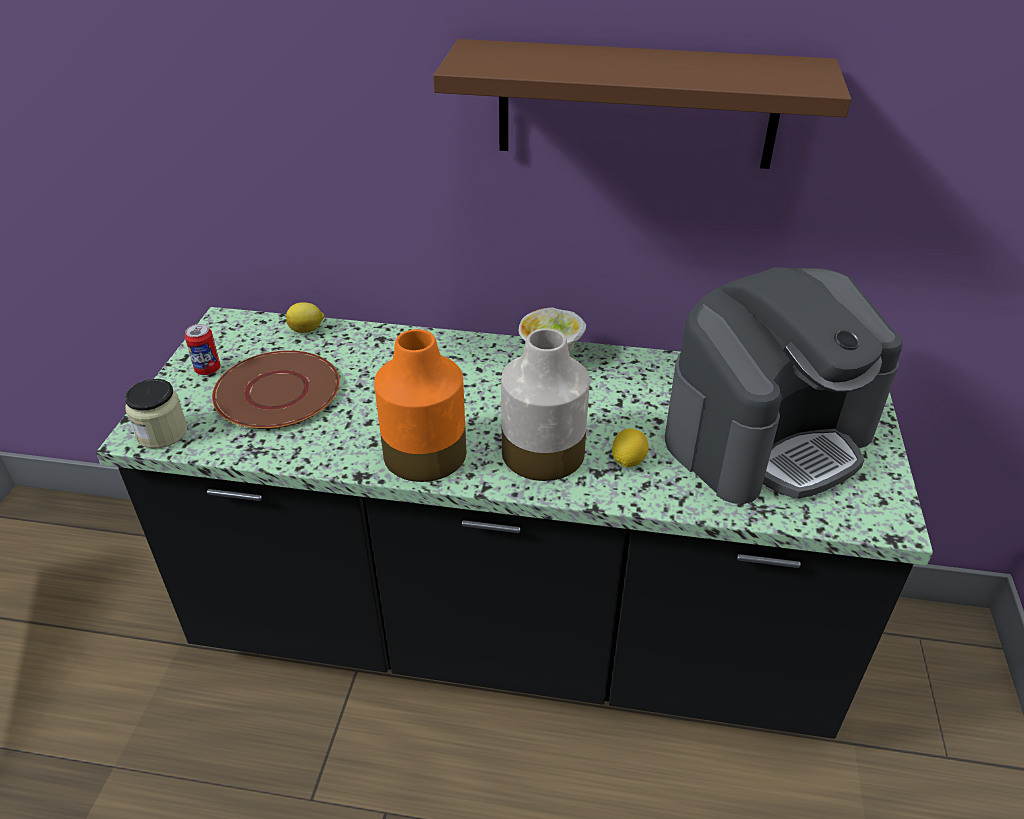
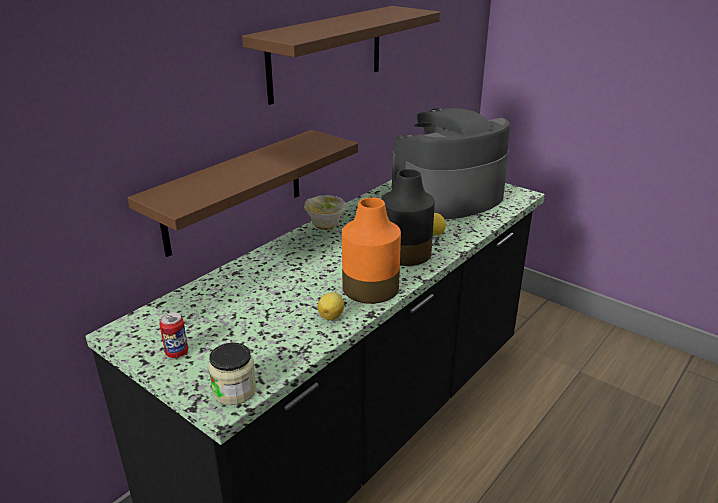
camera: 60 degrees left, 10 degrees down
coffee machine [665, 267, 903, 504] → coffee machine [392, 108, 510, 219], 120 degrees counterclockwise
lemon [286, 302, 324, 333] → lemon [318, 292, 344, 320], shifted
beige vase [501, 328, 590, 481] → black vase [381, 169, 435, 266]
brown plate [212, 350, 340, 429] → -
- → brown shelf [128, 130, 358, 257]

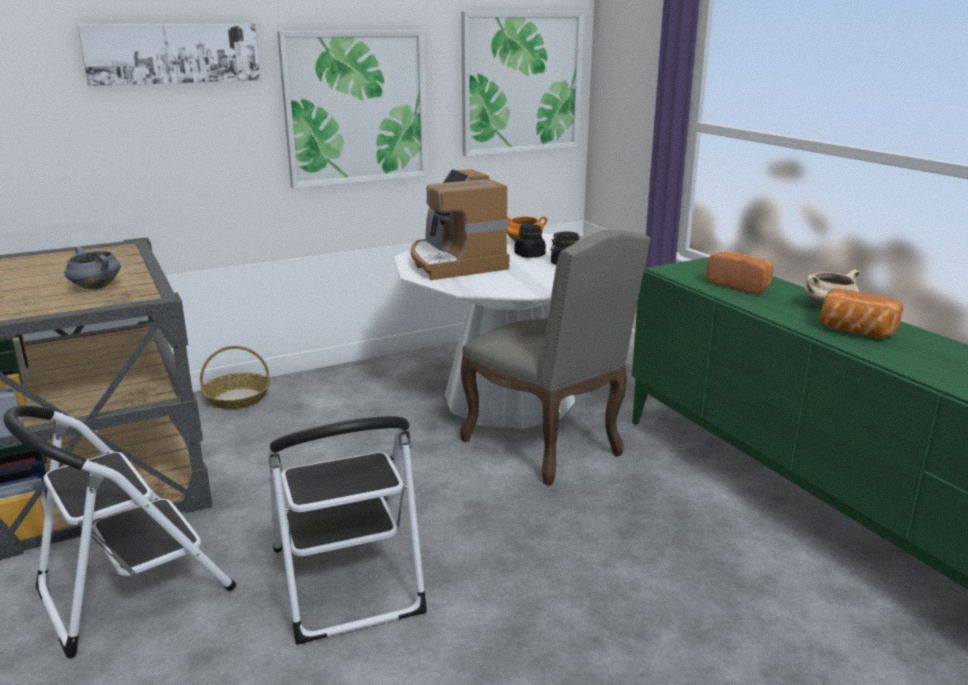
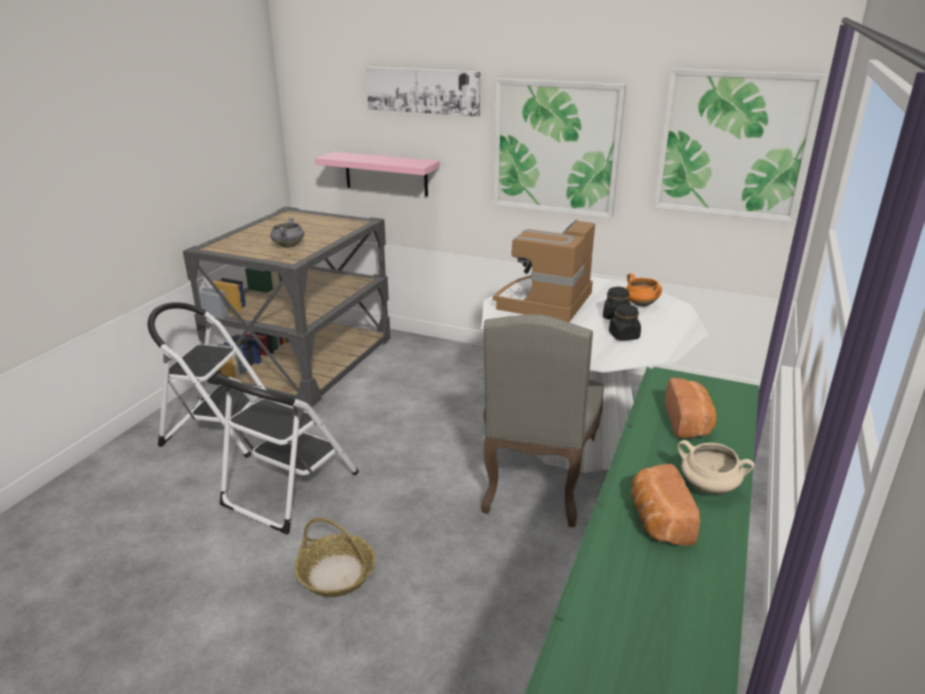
camera: 50 degrees right, 5 degrees up
basket [200, 346, 270, 409] → basket [294, 518, 376, 597], shifted
- → pink shelf [315, 152, 440, 196]

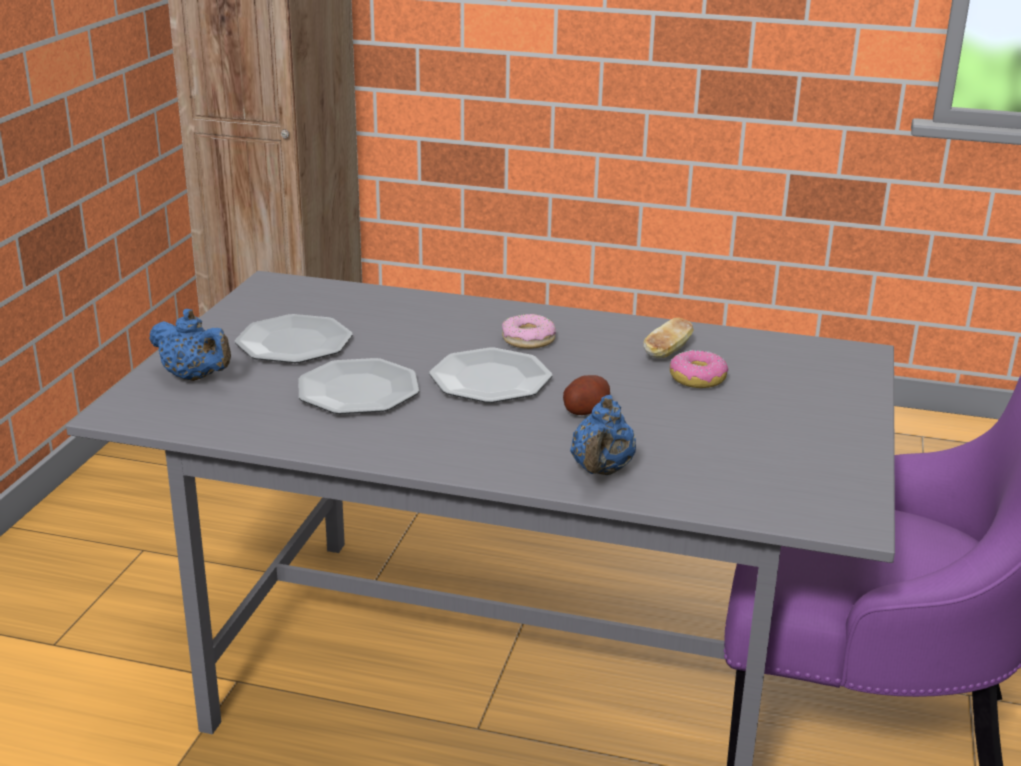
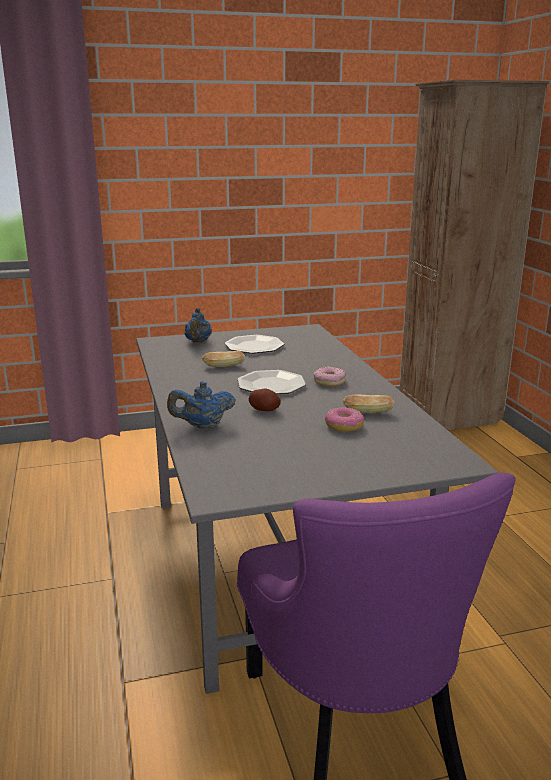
camera: 60 degrees right, 5 degrees down
plate [298, 358, 419, 414] → bread [202, 351, 245, 367]

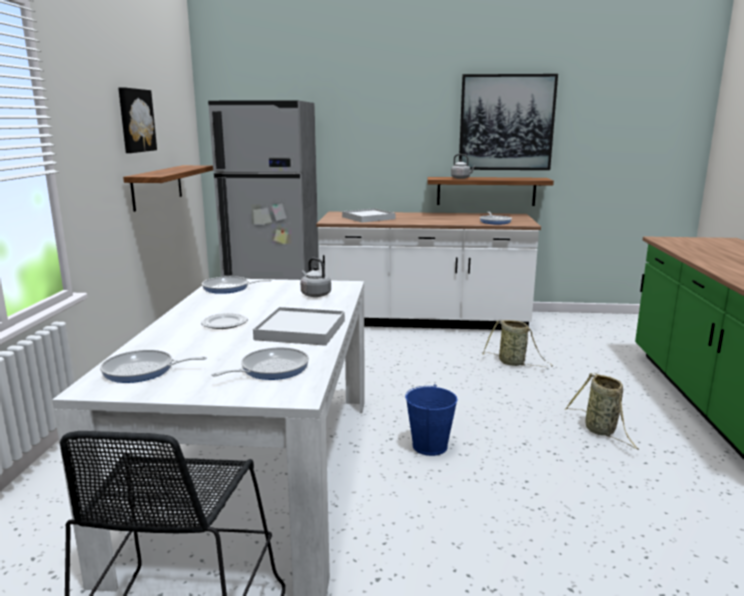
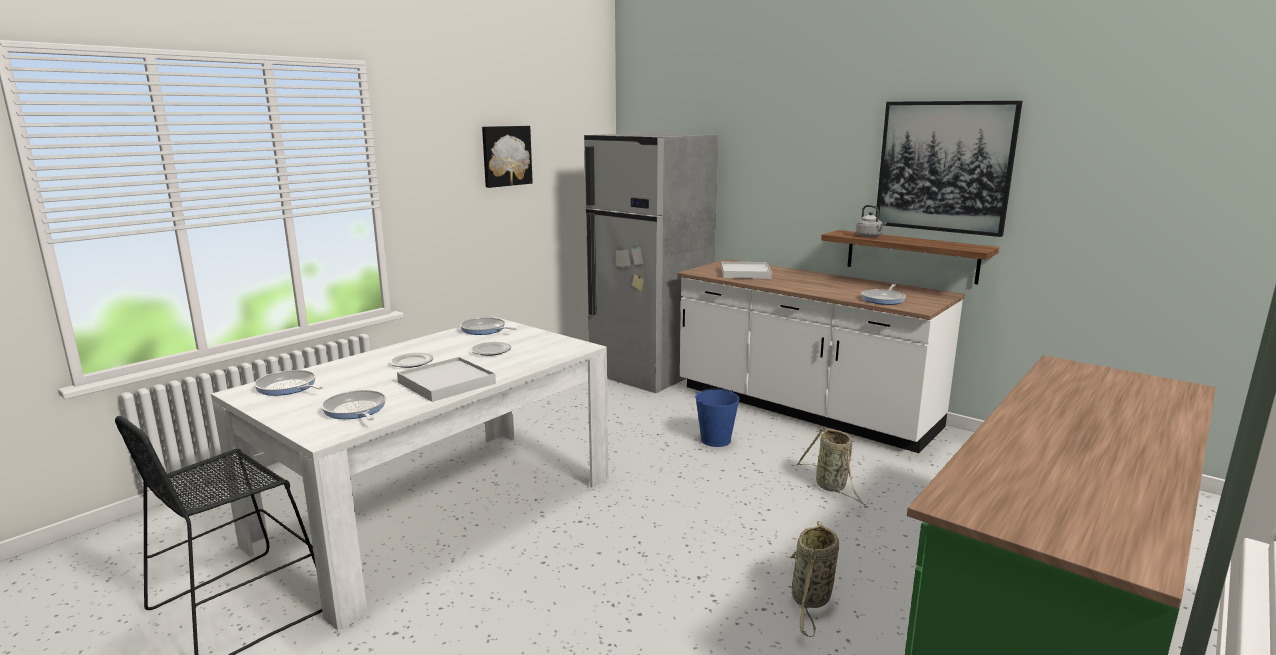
camera: 35 degrees right, 0 degrees up
shelf [123, 165, 213, 212] → -
grey kettle [301, 258, 331, 297] → -
frying pan [212, 347, 309, 380] → frying pan [321, 390, 386, 420], 120 degrees counterclockwise
blue bucket [405, 384, 457, 456] → blue bucket [695, 389, 739, 447], shifted
- → plate [470, 342, 511, 356]

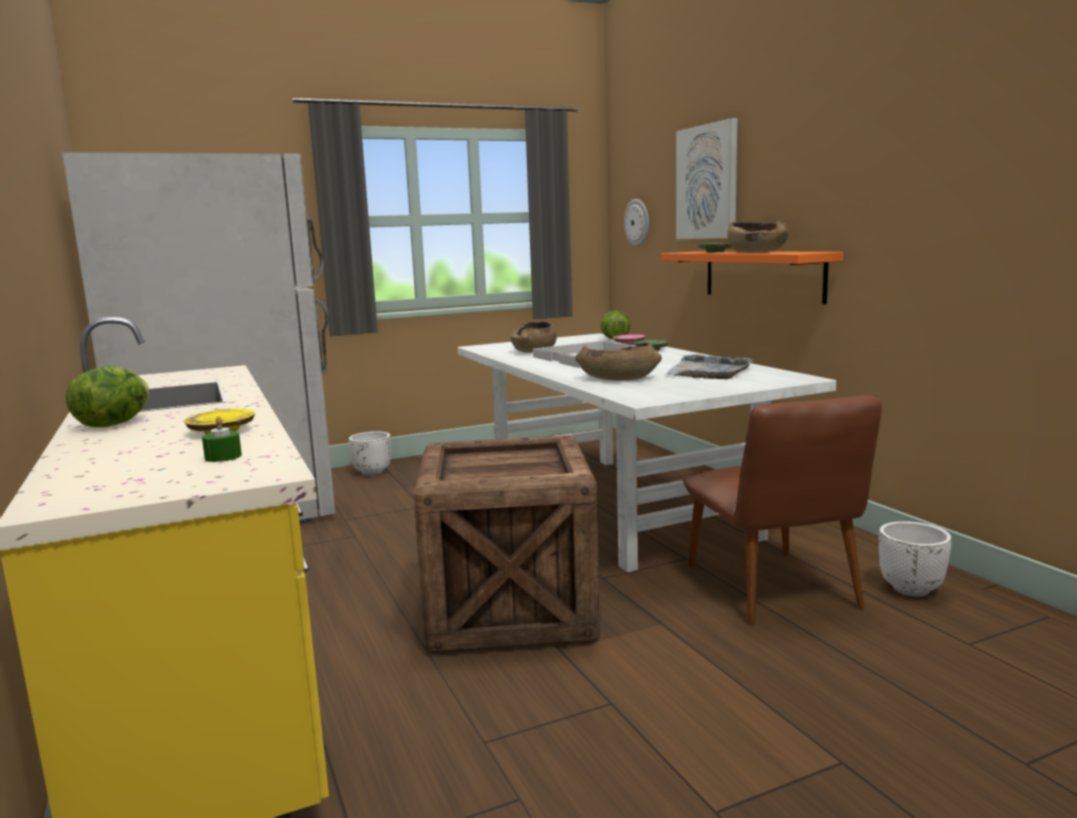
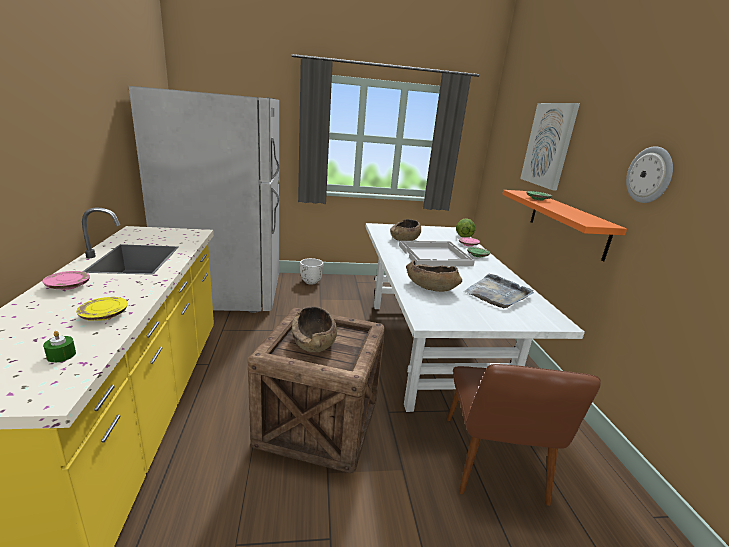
camera: 15 degrees right, 10 degrees up
wall clock [624, 199, 649, 247] → wall clock [626, 146, 673, 203], shifted
brown bowl [727, 221, 789, 252] → brown bowl [292, 306, 337, 352], shifted
lettuce [66, 366, 149, 427] → pink plate [42, 271, 90, 290]
white planter [879, 521, 952, 596] → -

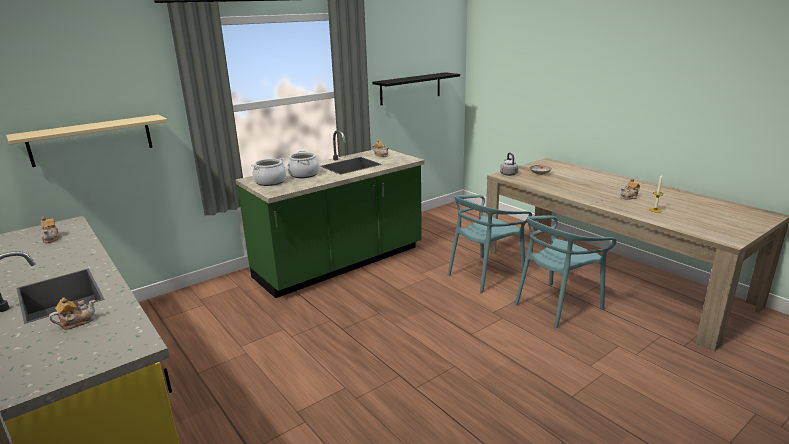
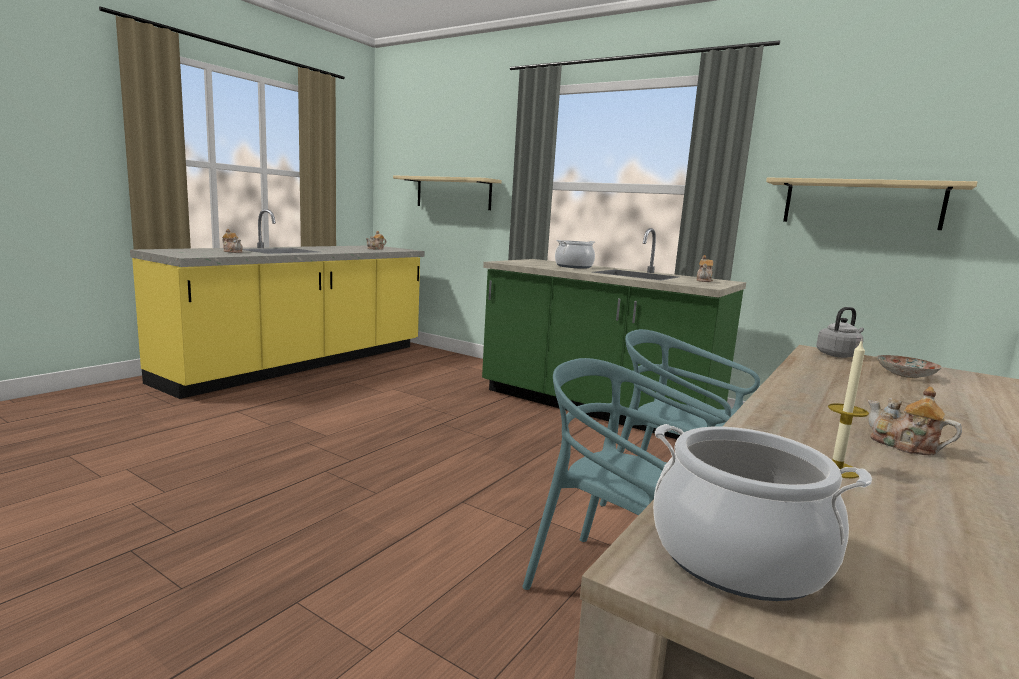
camera: 70 degrees right, 10 degrees down
black shelf [372, 72, 460, 105] → beige shelf [766, 177, 978, 230]
cooking pot [251, 158, 286, 186] → cooking pot [653, 424, 872, 601], shifted

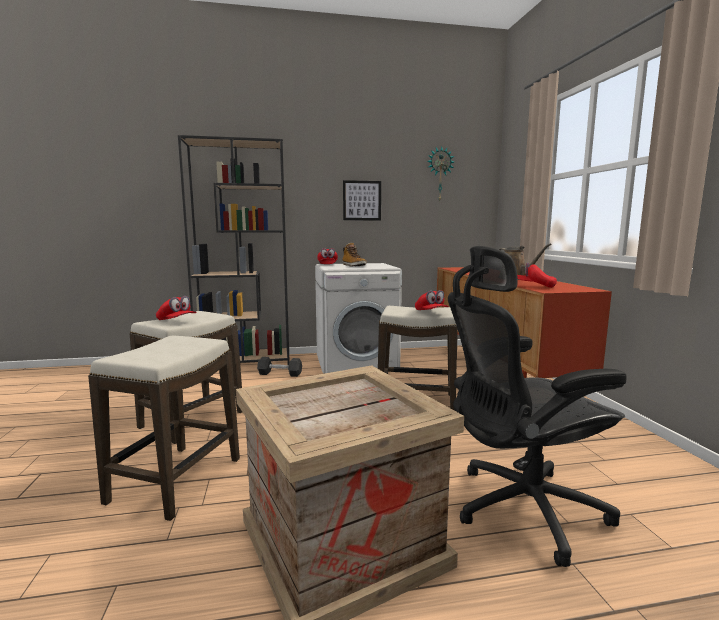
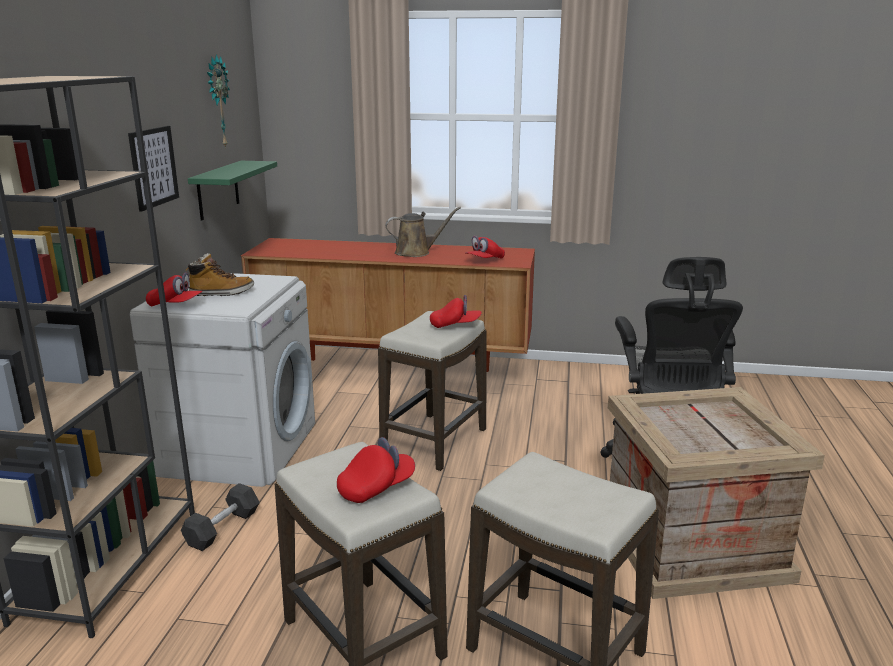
camera: 70 degrees left, 10 degrees up
- → green shelf [188, 161, 277, 221]

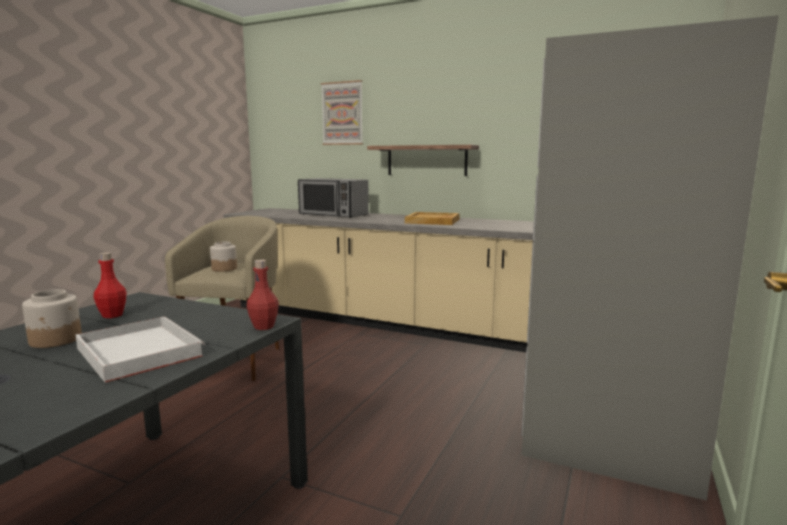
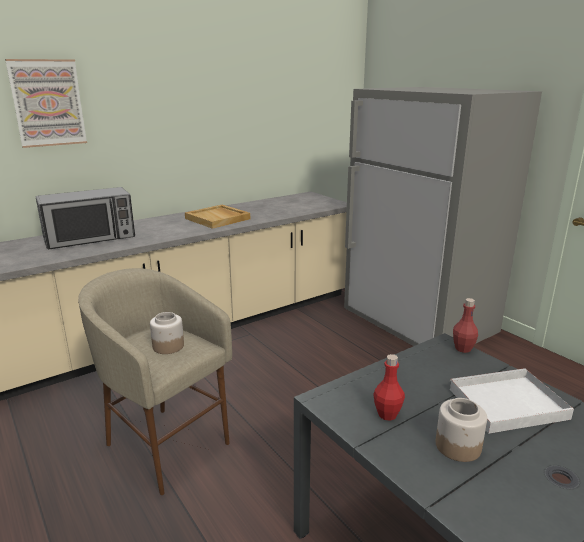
camera: 60 degrees left, 10 degrees up
shelf [367, 145, 479, 176] → -

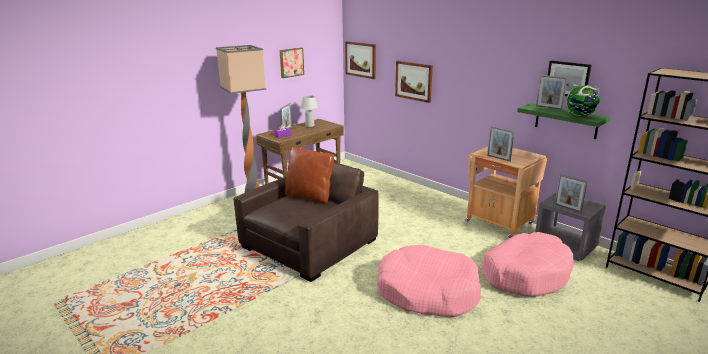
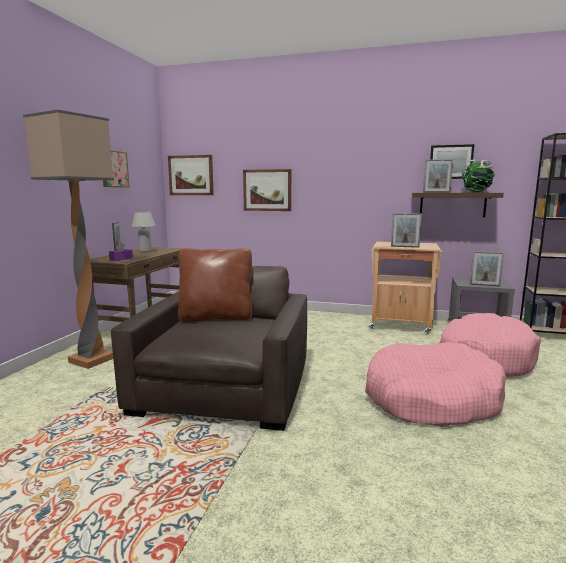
camera: 30 degrees left, 10 degrees down
green shelf [517, 103, 610, 139] → brown shelf [412, 193, 504, 217]

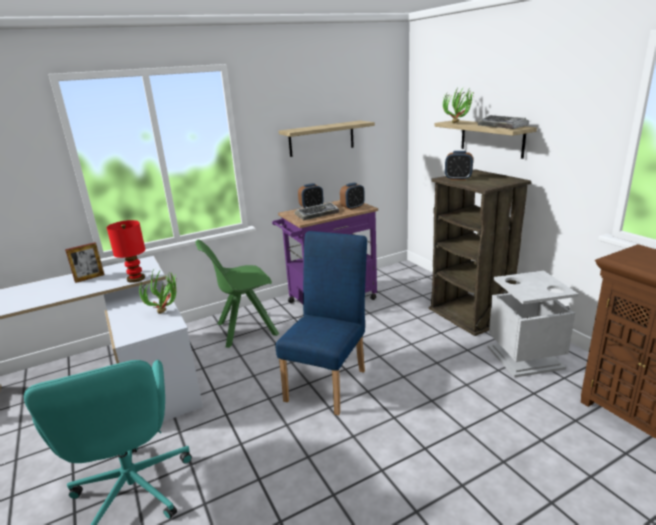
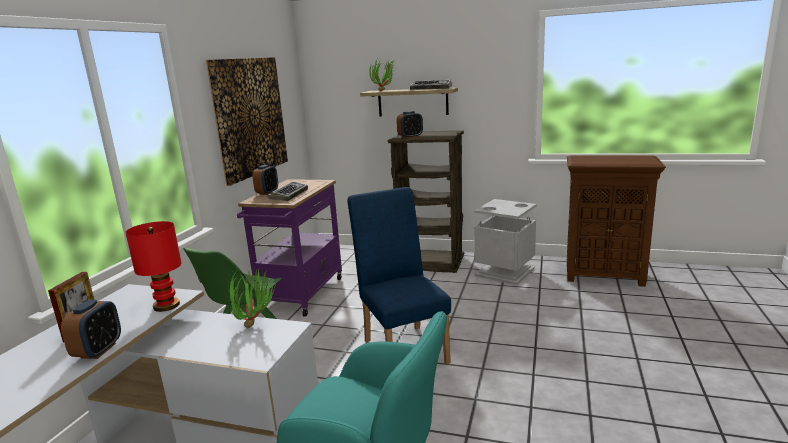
camera: 45 degrees left, 5 degrees down
shelf [279, 121, 375, 157] → picture [206, 57, 288, 186]
alarm clock [340, 183, 365, 210] → alarm clock [61, 300, 121, 359], shifted

